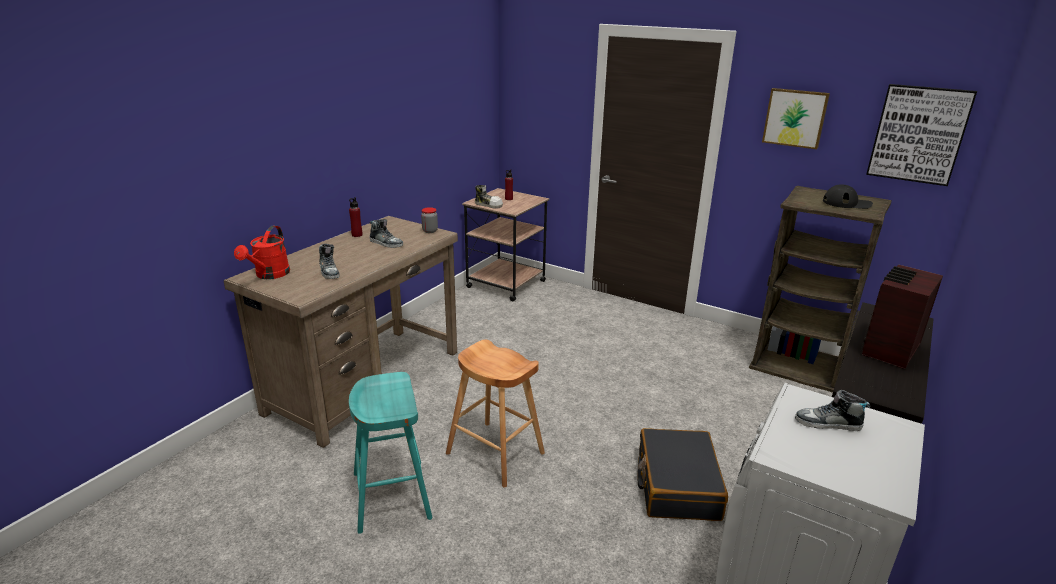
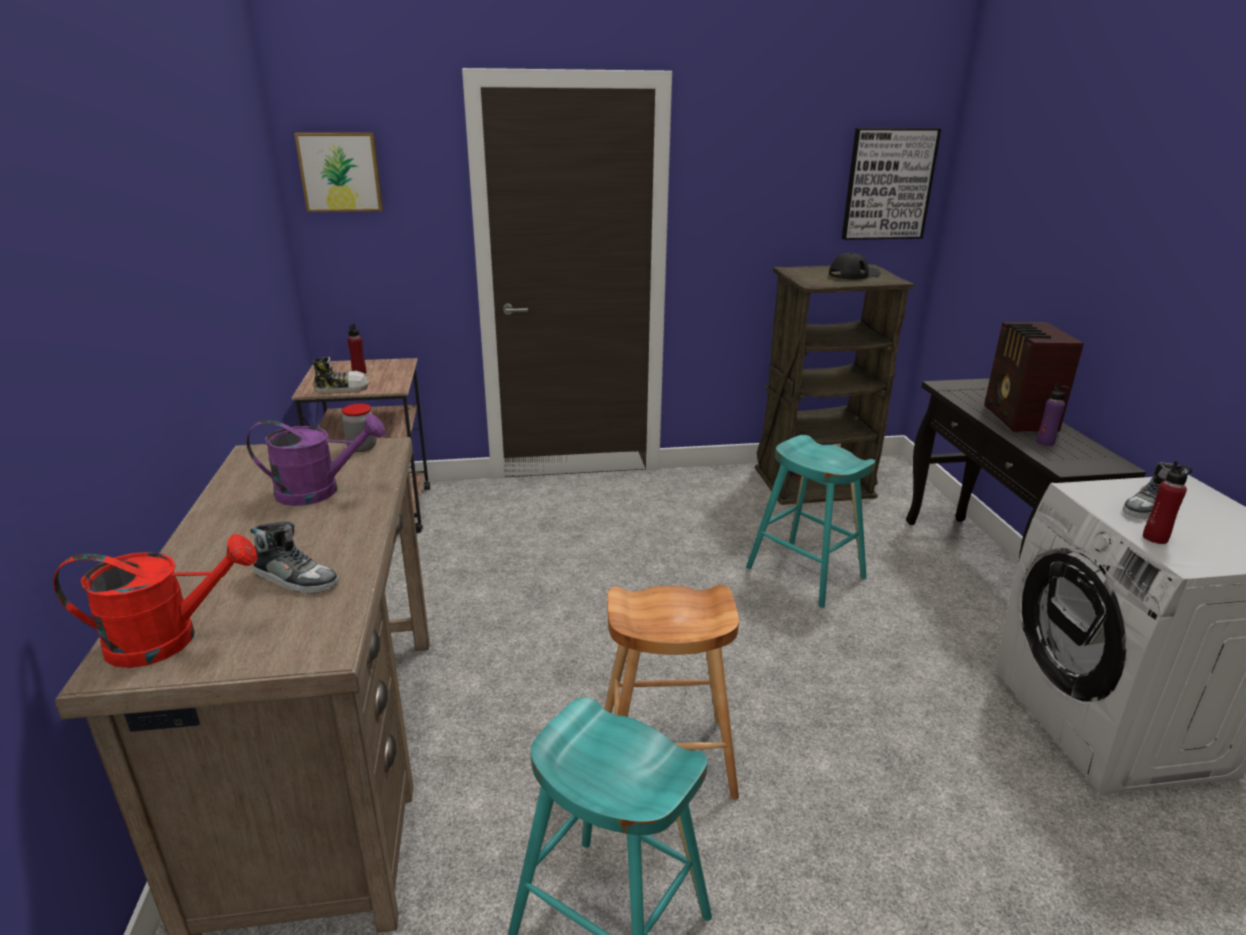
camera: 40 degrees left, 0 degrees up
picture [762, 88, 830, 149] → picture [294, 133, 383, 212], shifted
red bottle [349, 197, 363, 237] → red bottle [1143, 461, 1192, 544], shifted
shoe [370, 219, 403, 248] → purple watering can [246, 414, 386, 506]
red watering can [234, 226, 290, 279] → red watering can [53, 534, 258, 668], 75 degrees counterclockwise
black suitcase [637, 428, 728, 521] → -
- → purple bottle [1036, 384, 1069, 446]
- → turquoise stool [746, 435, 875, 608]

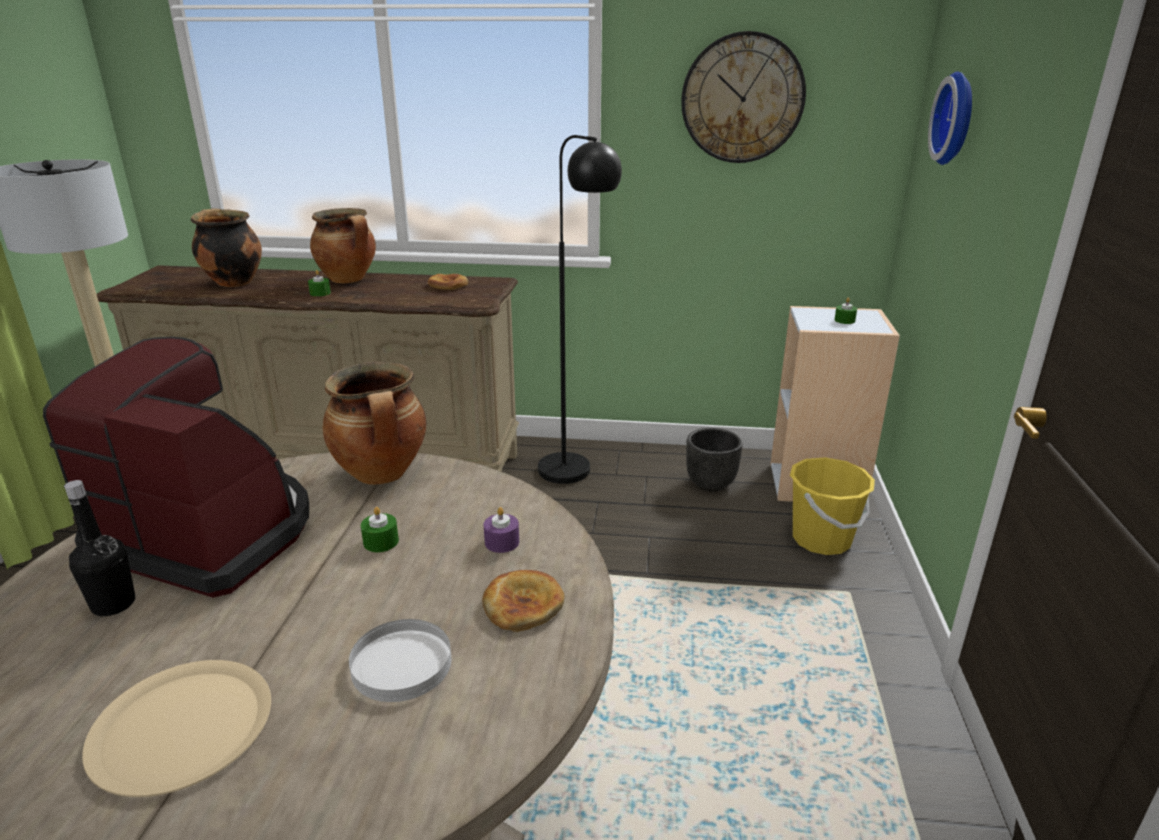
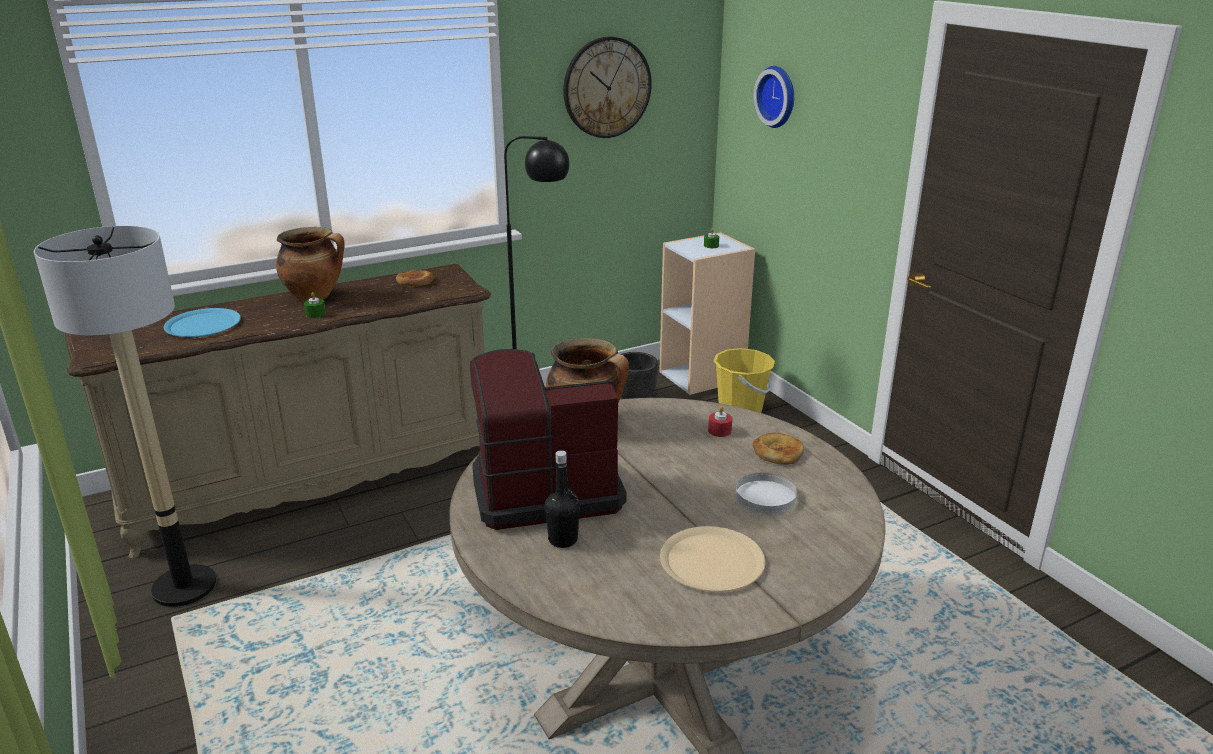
camera: 35 degrees left, 0 degrees up
cooking pot [191, 209, 262, 287] → blue plate [164, 308, 241, 337]
green candle [361, 507, 399, 552] → -
purple candle [484, 507, 519, 553] → red candle [708, 406, 732, 437]

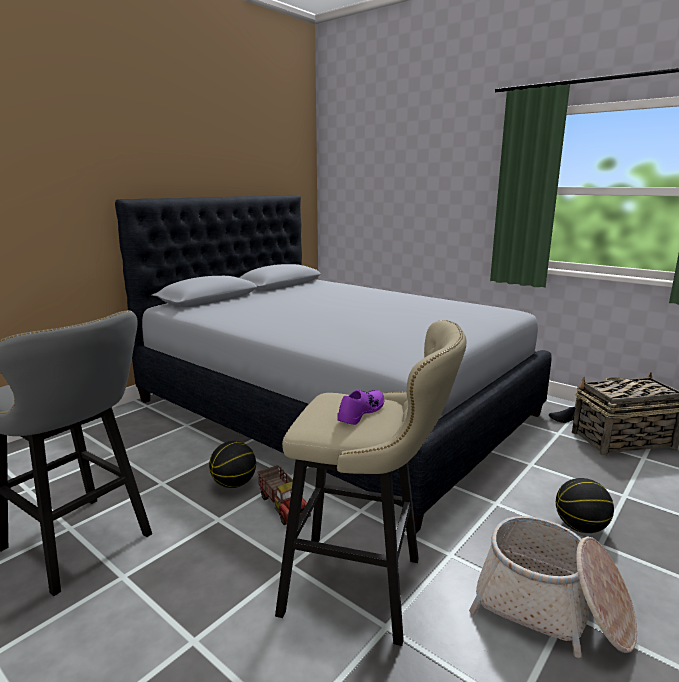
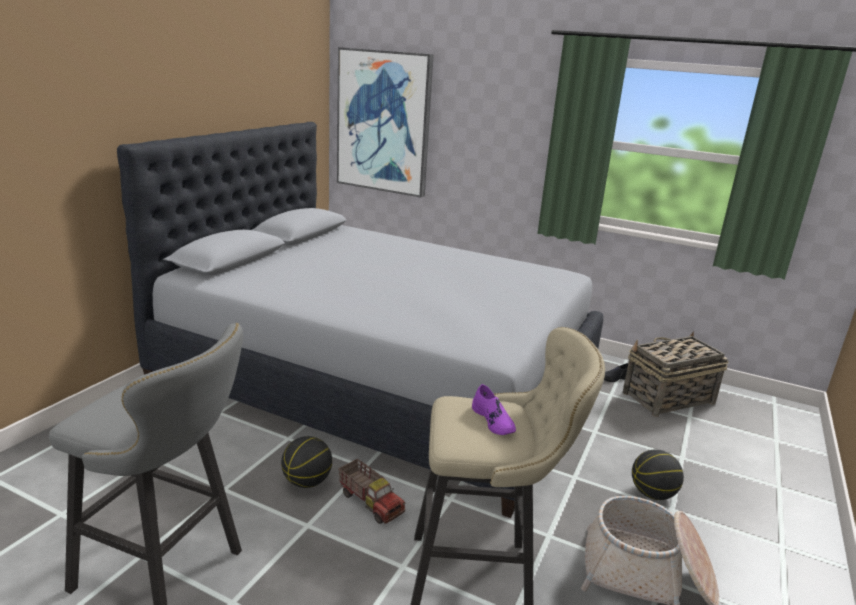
camera: 15 degrees left, 5 degrees up
purple shoe [337, 390, 385, 425] → purple shoe [472, 384, 516, 435], 135 degrees clockwise
- → picture [337, 47, 434, 198]

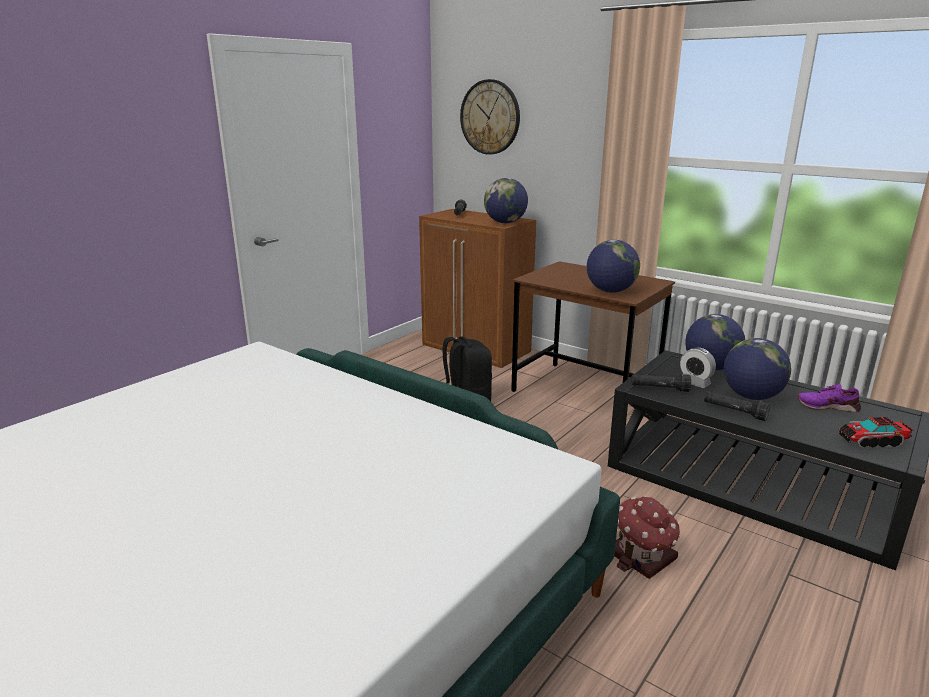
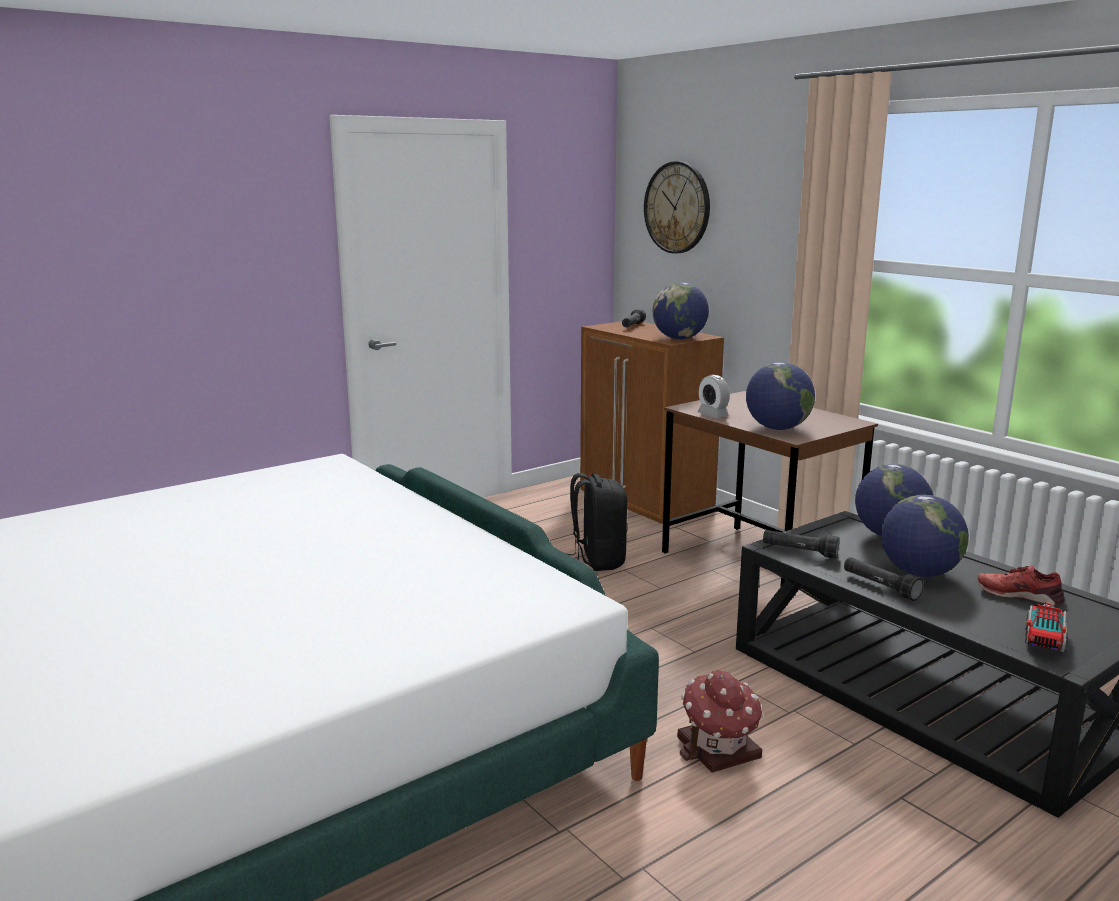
camera: 15 degrees right, 5 degrees down
alarm clock [680, 347, 716, 388] → alarm clock [697, 375, 730, 418], shifted
purple shoe [797, 384, 861, 412] → red shoe [977, 565, 1064, 605]
toy truck [839, 416, 914, 448] → toy truck [1025, 602, 1068, 652], 105 degrees clockwise

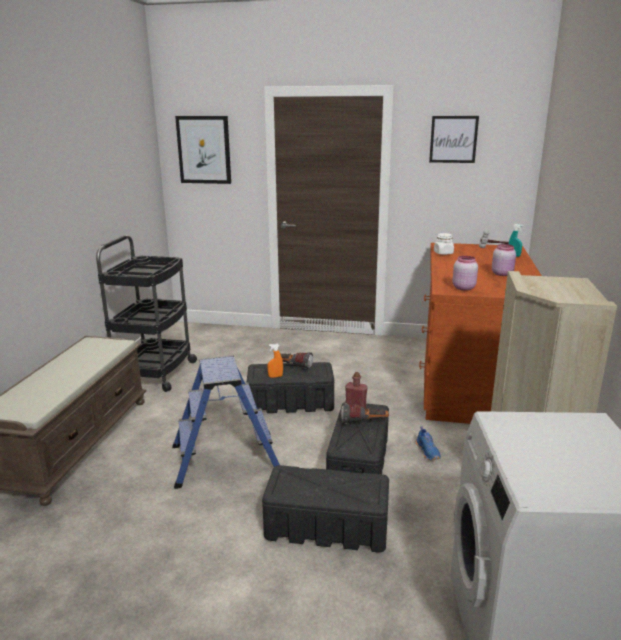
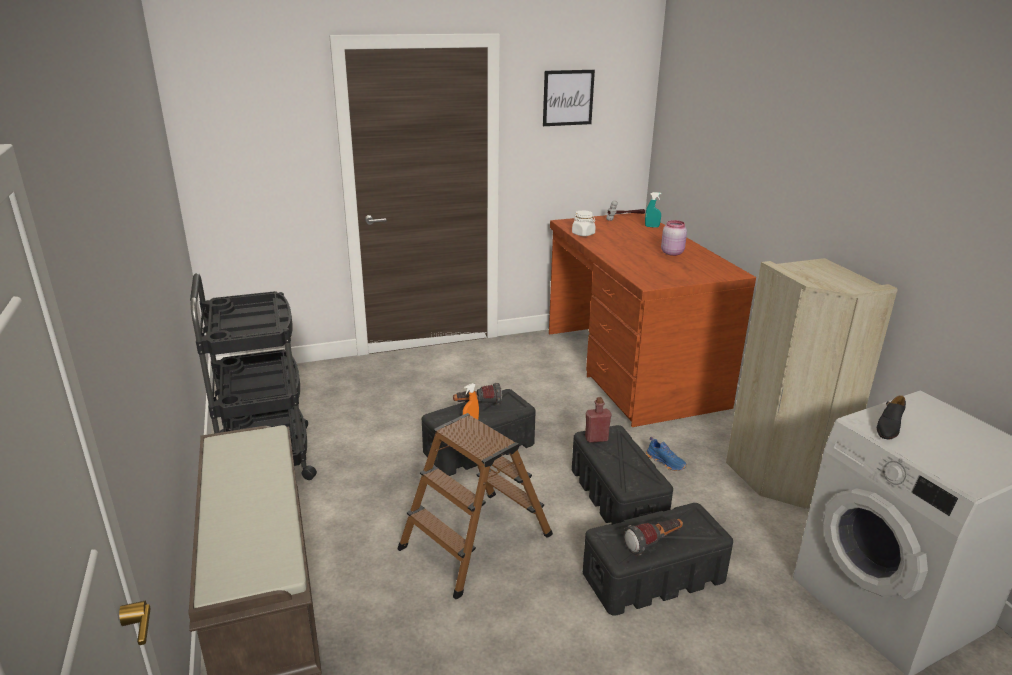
camera: 30 degrees left, 5 degrees up
picture [175, 116, 231, 184] → -
pink jar [452, 256, 478, 291] → -
blue step ladder [172, 355, 280, 489] → brown step ladder [397, 413, 553, 599]
flashlight [341, 403, 389, 425] → flashlight [623, 518, 683, 555], shifted
- → black shoe [877, 395, 906, 439]

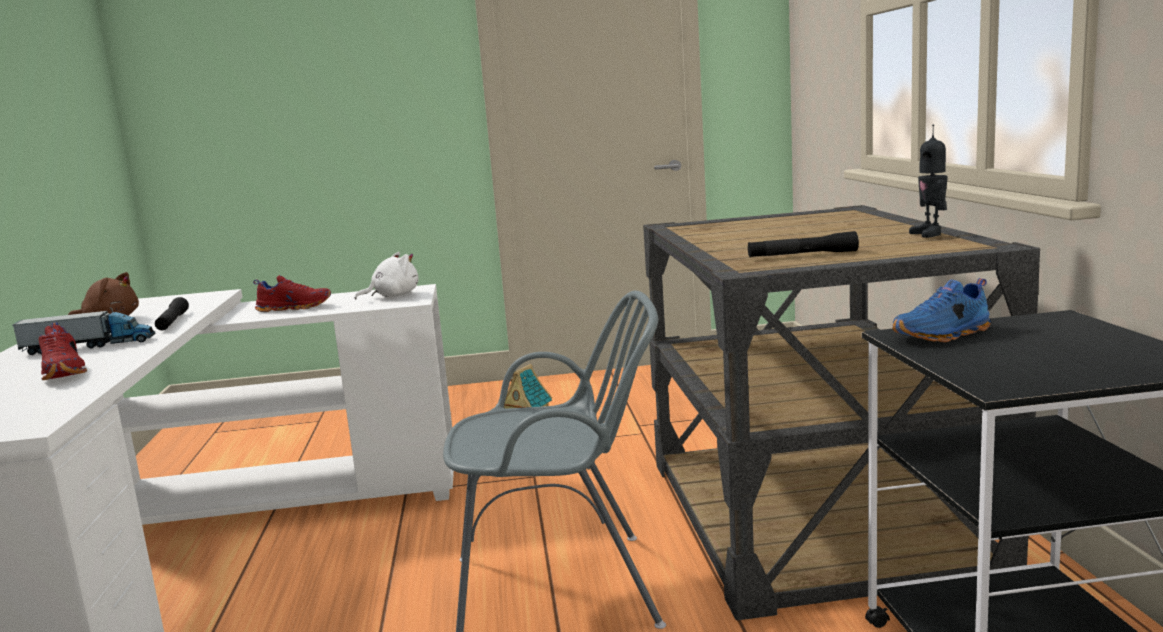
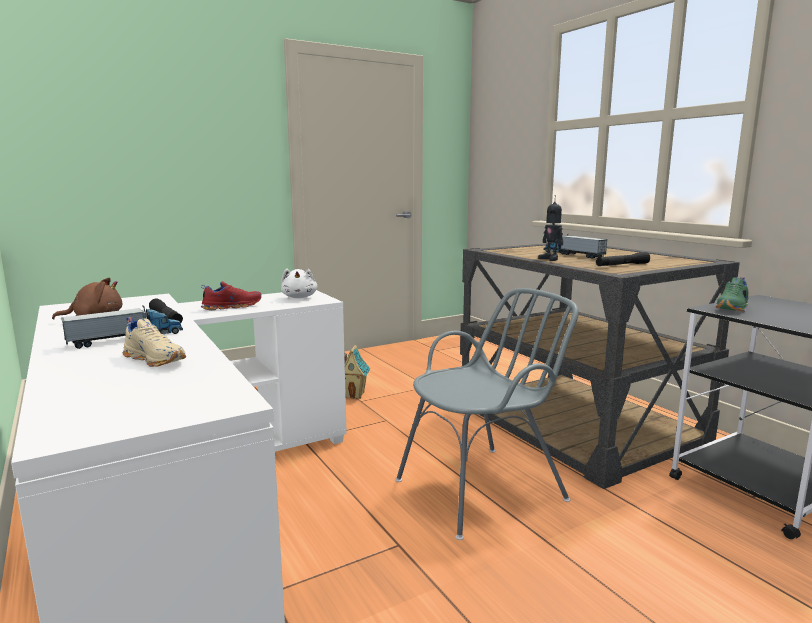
camera: 25 degrees left, 0 degrees up
toy robot [909, 124, 948, 238] → toy robot [538, 195, 563, 261], shifted
white plush toy [355, 252, 419, 299] → white plush toy [281, 269, 317, 298], 135 degrees clockwise
blue shoe [892, 278, 991, 342] → green shoe [716, 277, 749, 312]
red shoe [38, 322, 87, 380] → beige shoe [123, 317, 186, 367]
- → toy truck [543, 234, 608, 259]

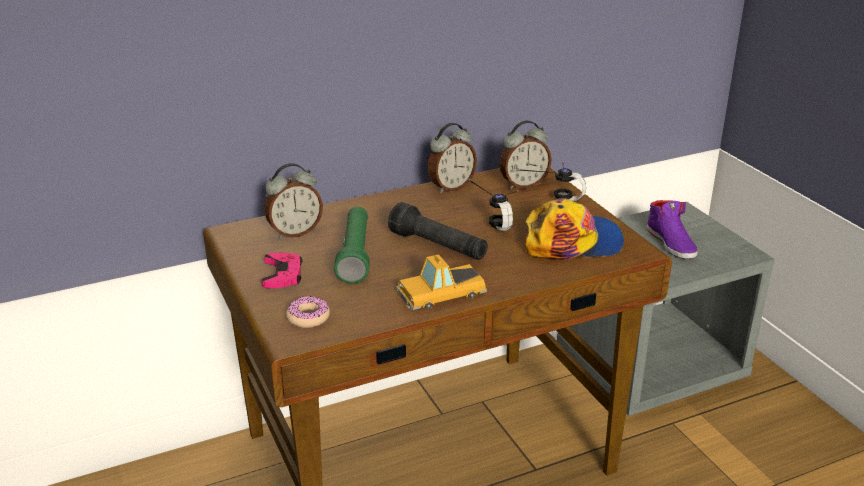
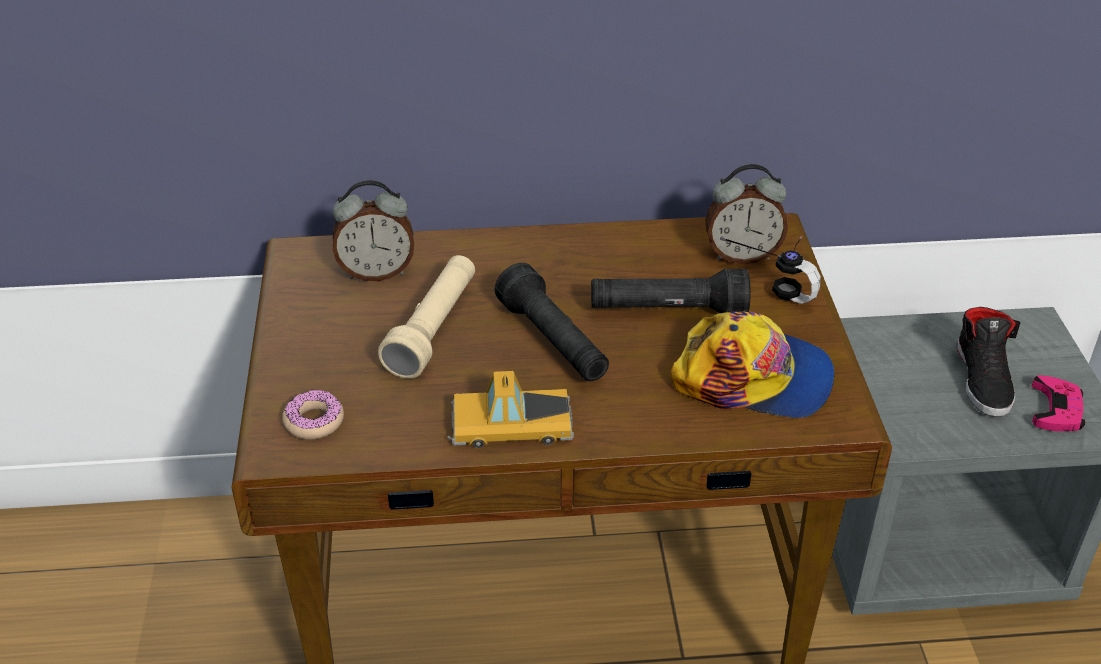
camera: 20 degrees right, 10 degrees up
alarm clock [428, 123, 477, 193] → -
headphones [467, 178, 519, 231] → black flashlight [591, 269, 751, 313]
purple shoe [646, 200, 697, 259] → black shoe [957, 307, 1020, 417]
green flashlight [334, 207, 370, 284] → beige flashlight [378, 255, 475, 379]
pink game controller [261, 253, 302, 288] → pink game controller [1032, 375, 1085, 431], shifted

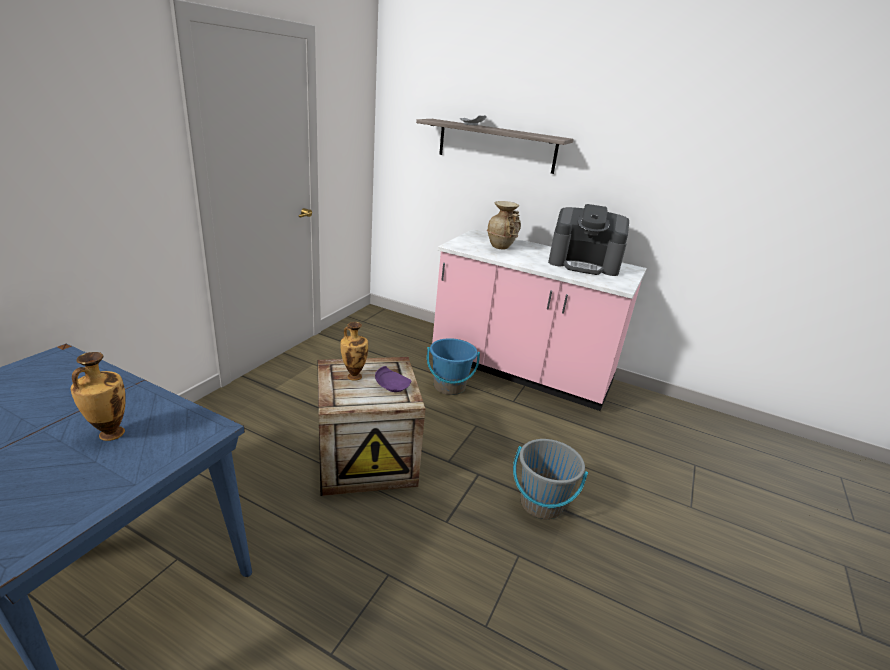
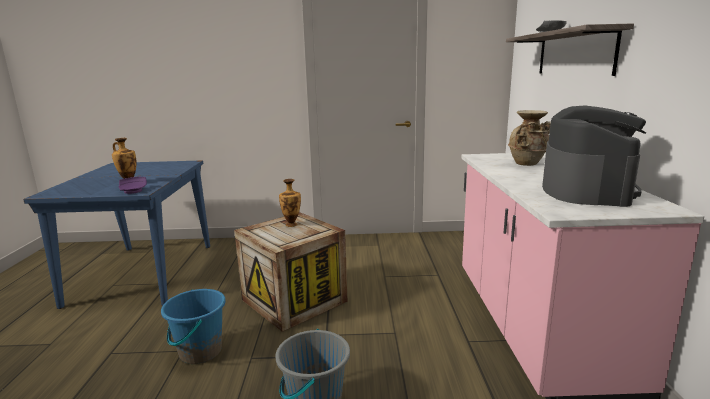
camera: 65 degrees right, 10 degrees down
coffee machine [548, 204, 629, 276] → coffee machine [542, 106, 646, 207], 150 degrees counterclockwise
blue bucket [427, 338, 480, 395] → blue bucket [161, 289, 226, 364], shifted
purple plate [375, 366, 412, 392] → purple plate [119, 177, 147, 194], shifted

